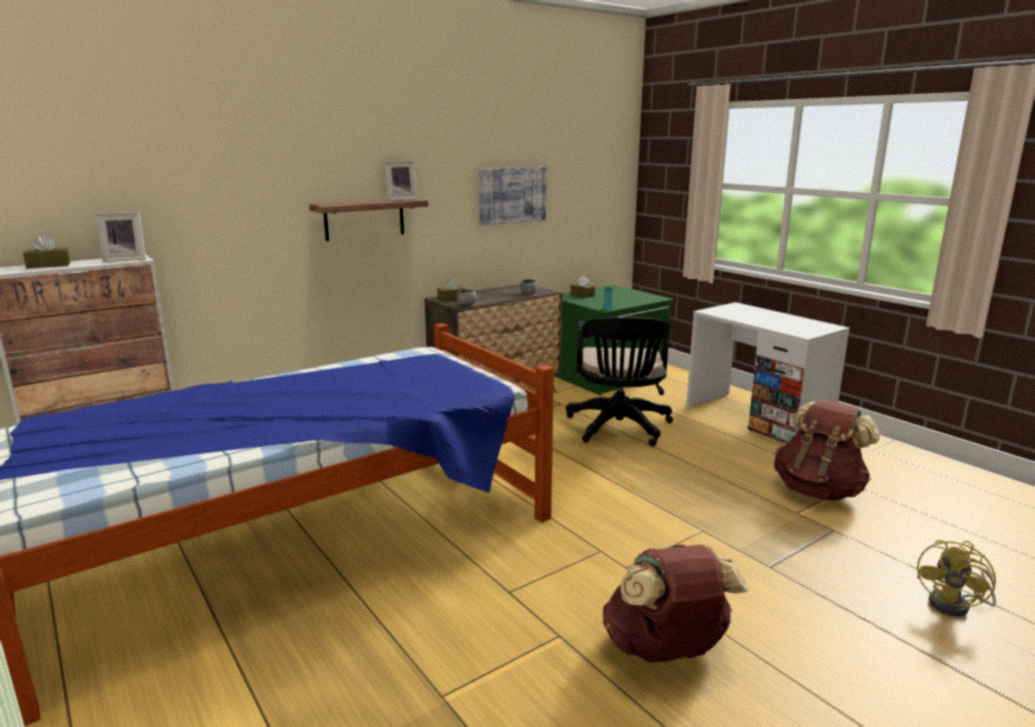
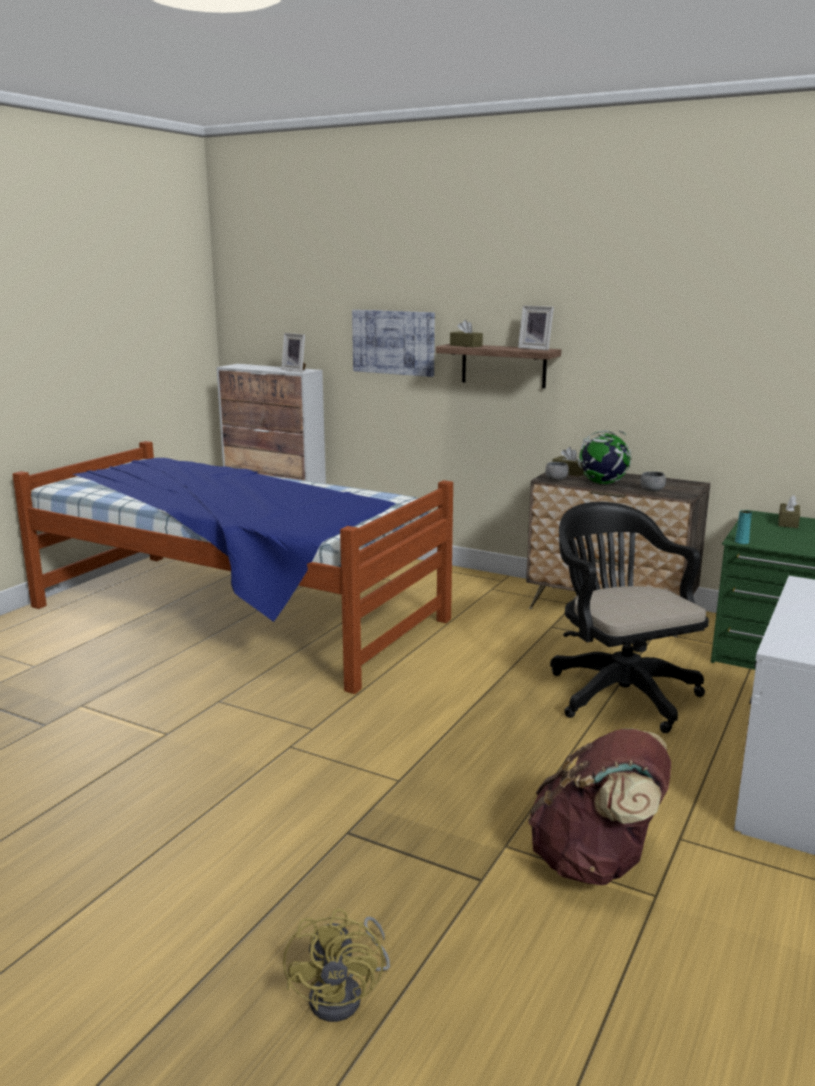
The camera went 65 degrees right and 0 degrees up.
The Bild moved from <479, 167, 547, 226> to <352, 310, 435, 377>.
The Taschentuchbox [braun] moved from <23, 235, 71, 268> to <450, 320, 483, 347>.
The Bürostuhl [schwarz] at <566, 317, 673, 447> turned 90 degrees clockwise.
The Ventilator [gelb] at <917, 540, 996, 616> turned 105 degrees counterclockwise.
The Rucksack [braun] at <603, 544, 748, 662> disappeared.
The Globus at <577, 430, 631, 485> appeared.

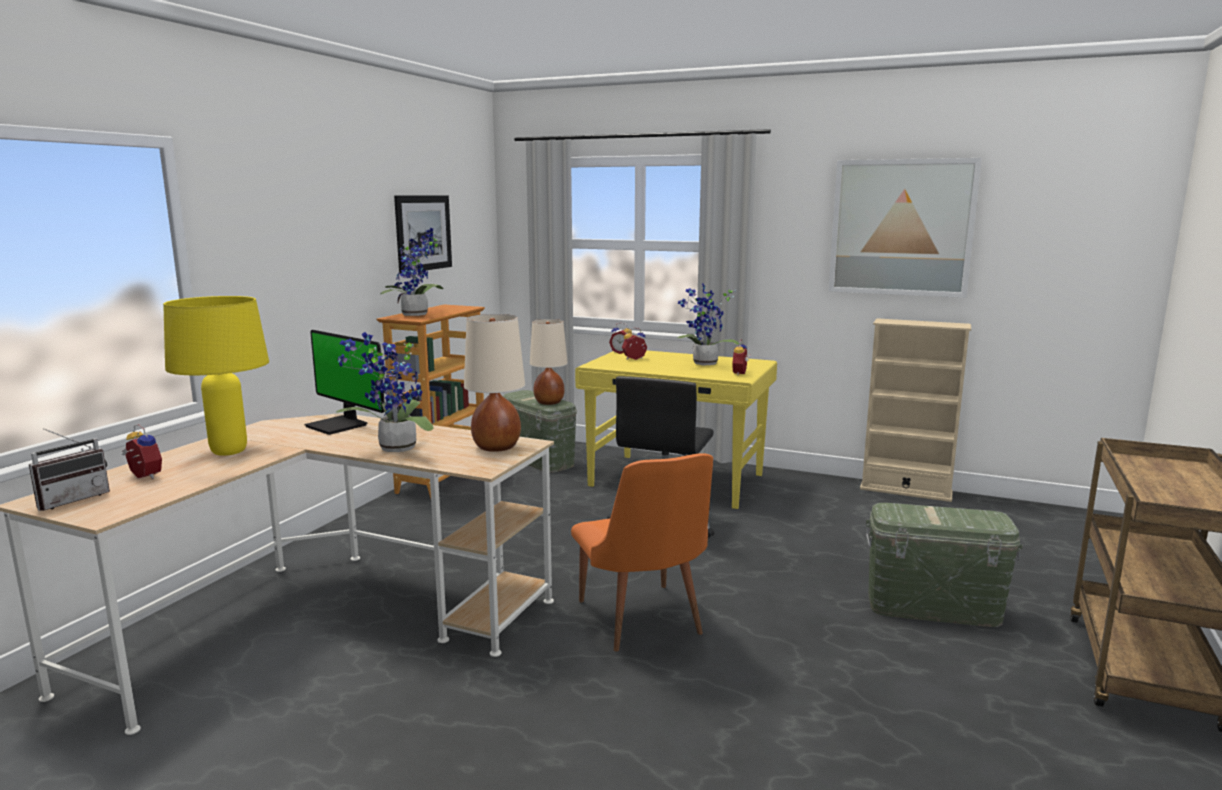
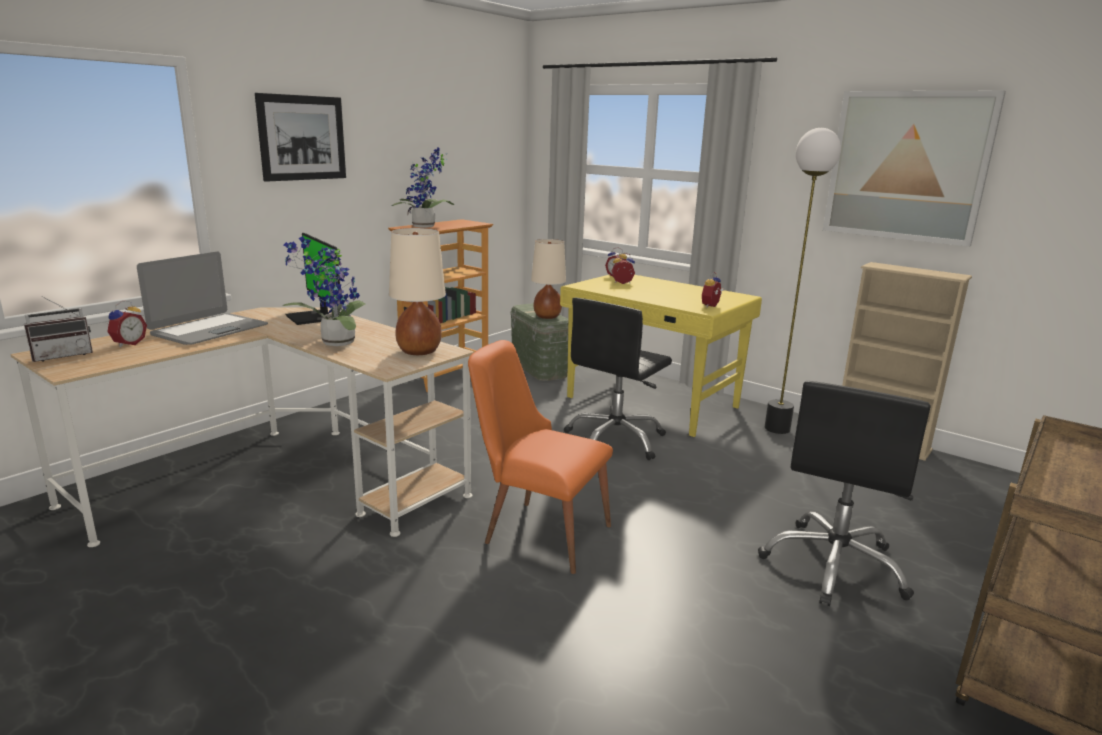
The camera went 15 degrees right and 5 degrees up.
The Bild moved from <394, 195, 452, 274> to <255, 93, 346, 182>.
The Topfpflanze at <677, 284, 741, 366> disappeared.
The Tischlampe [gelb] at <163, 296, 269, 456> was replaced by the Laptop at <137, 252, 268, 345>.
The Wecker at <122, 424, 162, 479> turned 60 degrees clockwise.
The Stuhl [orange] at <571, 453, 713, 652> turned 120 degrees clockwise.
The Aufbewahrungsbox [grün] at <866, 503, 1023, 627> was replaced by the Bürostuhl [schwarz] at <758, 381, 930, 606>.
The Stehlampe at <765, 128, 841, 434> appeared.

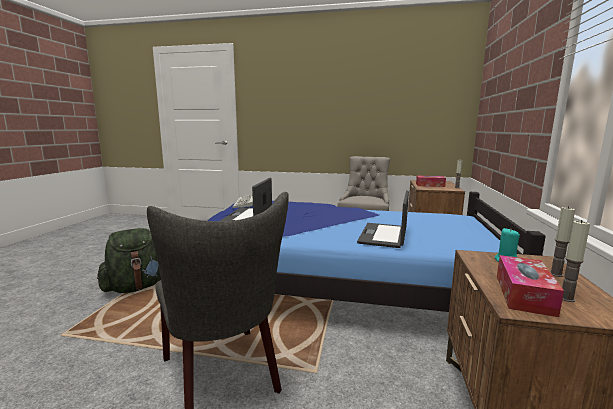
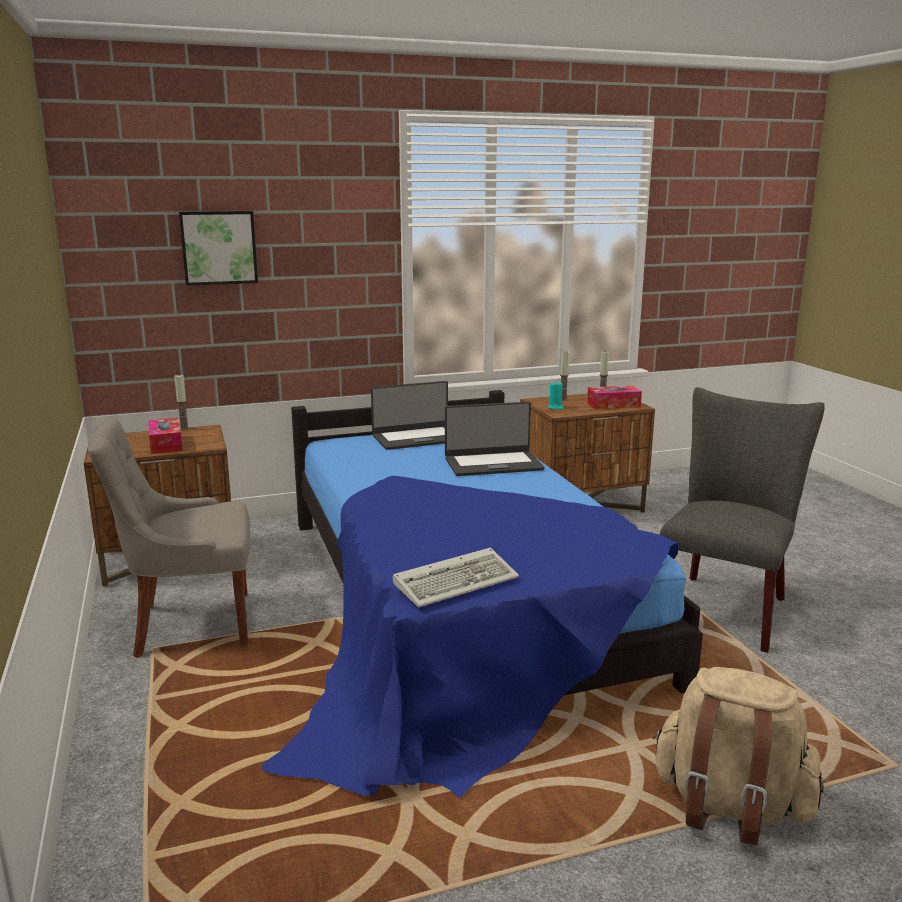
The camera went 120 degrees left and 5 degrees up.
The Laptop moved from <220, 178, 272, 221> to <371, 381, 448, 450>.
The Rucksack [grün] at <97, 228, 161, 293> became the Rucksack [beige] at <653, 667, 824, 846>.
The Bild at <179, 211, 258, 286> appeared.

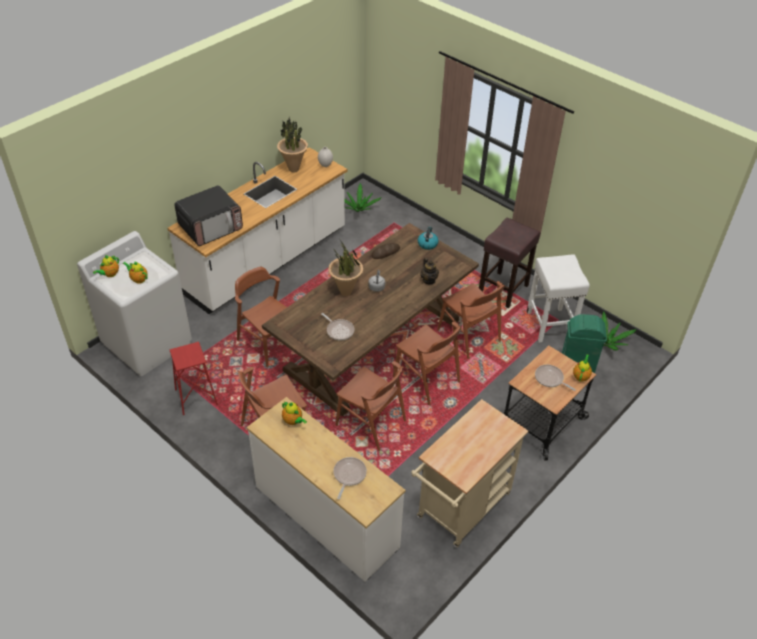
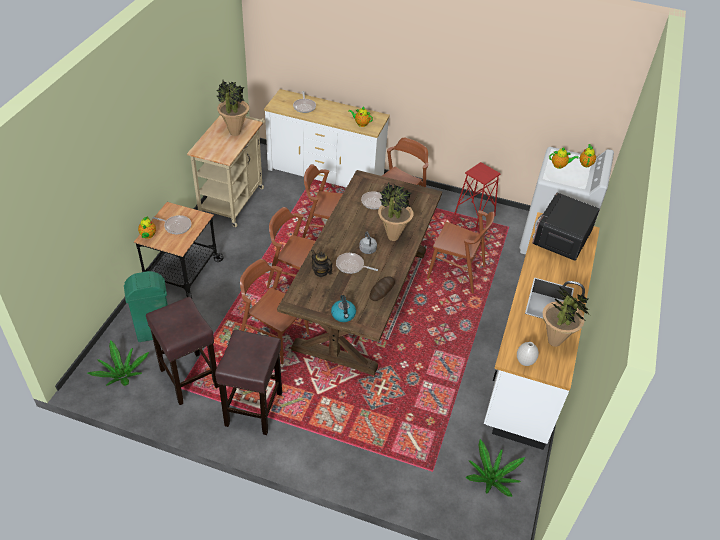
The camera went 155 degrees right and 0 degrees up.
The Hocker [weiß] at <527, 254, 590, 343> became the Hocker [braun] at <146, 297, 219, 405>.
The Topfpflanze at <216, 80, 249, 136> appeared.
The Pfanne at <336, 253, 378, 274> appeared.

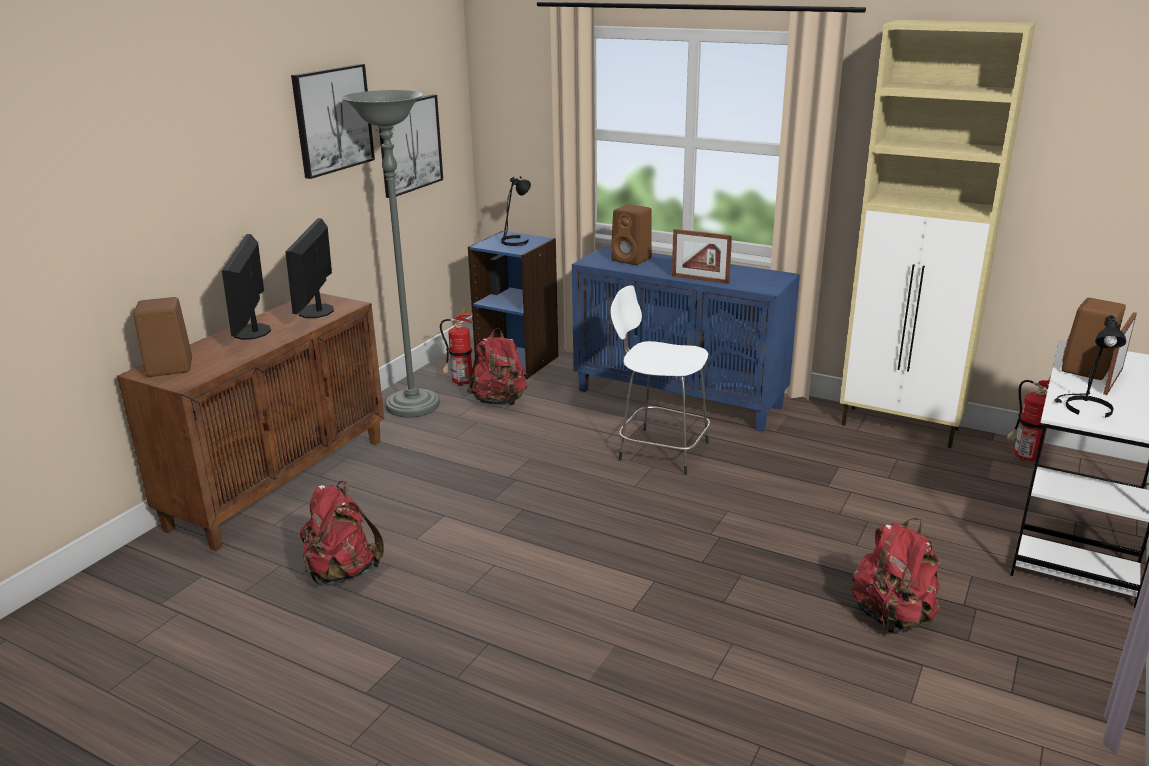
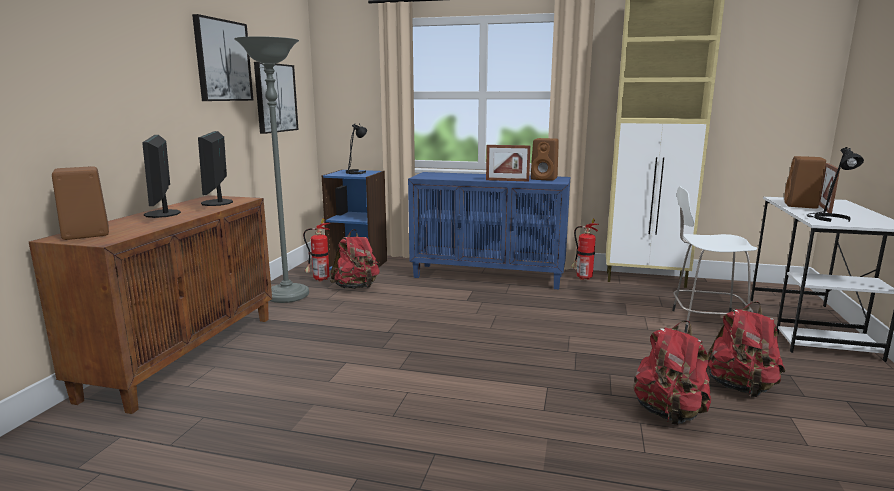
The camera went 15 degrees left and 10 degrees down.
The Lautsprecher [braun] moved from <611, 204, 652, 265> to <531, 138, 559, 181>.
The Hocker [weiß] moved from <610, 285, 711, 475> to <672, 186, 758, 333>.
The Feuerlöscher moved from <1007, 376, 1051, 462> to <571, 218, 599, 280>.
The Rucksack [rot] moved from <300, 481, 384, 585> to <633, 321, 711, 425>.

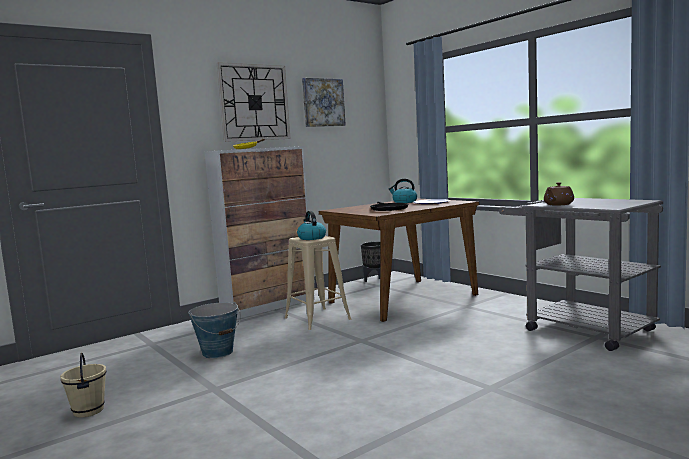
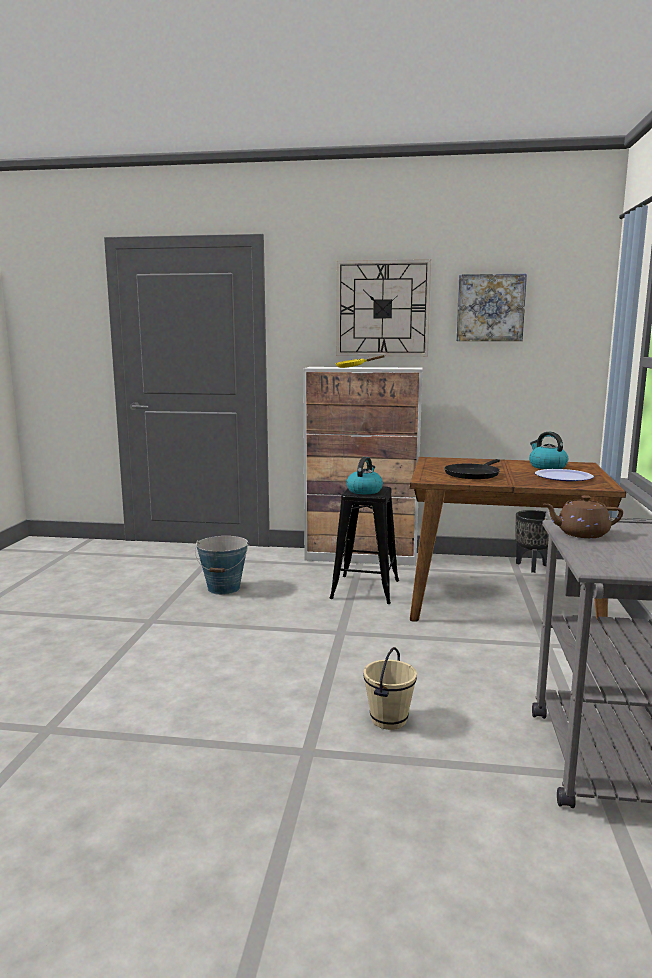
The camera went 45 degrees right and 5 degrees up.
The Hocker [beige] at <285, 236, 351, 330> became the Hocker [schwarz] at <330, 486, 399, 604>.
The Eimer [beige] moved from <60, 353, 106, 418> to <363, 647, 417, 730>.

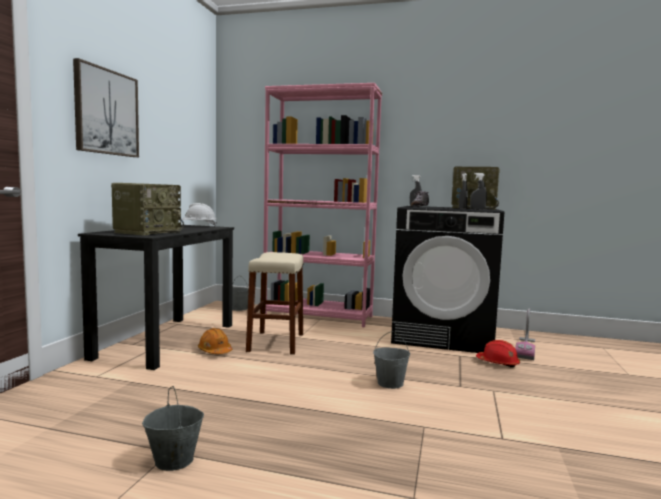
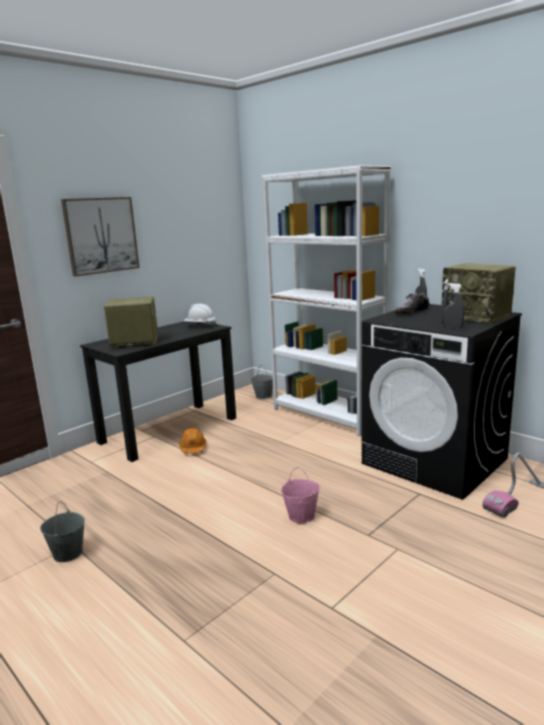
The camera went 30 degrees right and 10 degrees up.
The Bücherregal [rosa] at <263, 83, 382, 327> became the Bücherregal [weiß] at <262, 165, 391, 437>.
The Radio at <111, 183, 184, 235> turned 150 degrees counterclockwise.
The Hocker [beige] at <246, 252, 304, 355> disappeared.
The Eimer [grau] at <373, 331, 410, 389> became the Eimer [rosa] at <281, 467, 320, 523>.
The Schutzhelm [rot] at <476, 340, 520, 368> disappeared.

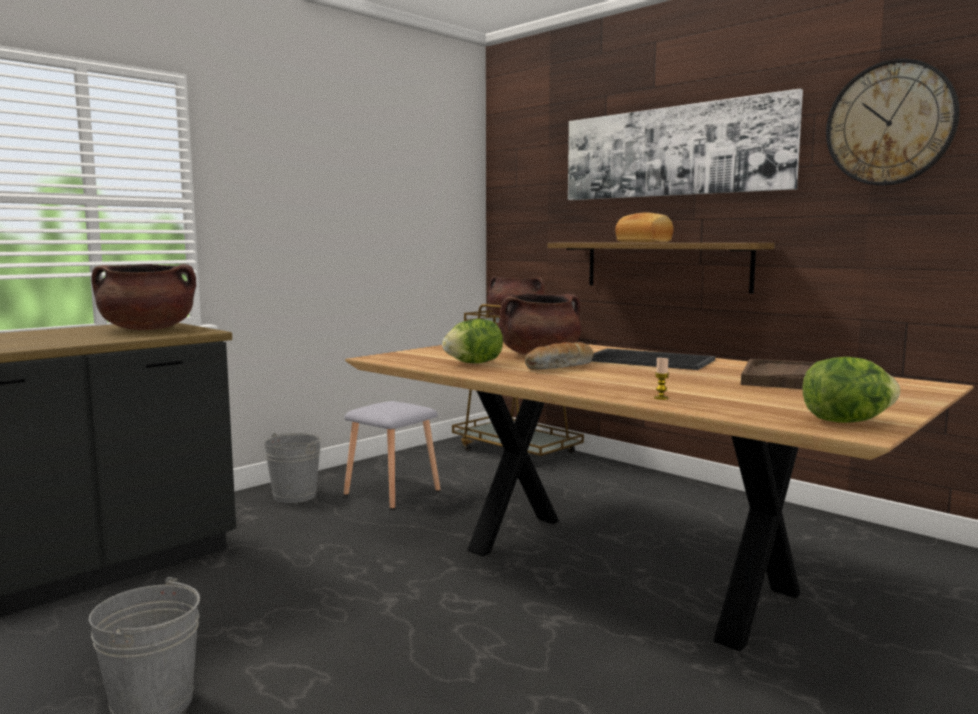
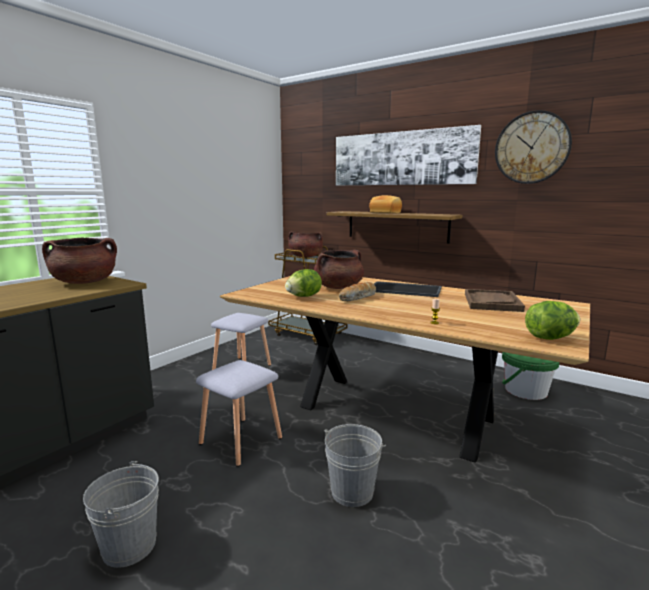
The camera went 10 degrees left and 5 degrees up.
The Eimer [grau] moved from <264, 432, 321, 503> to <325, 424, 386, 507>.
The Eimer [grün] at <502, 352, 560, 400> appeared.
The Hocker [grau] at <196, 360, 282, 467> appeared.

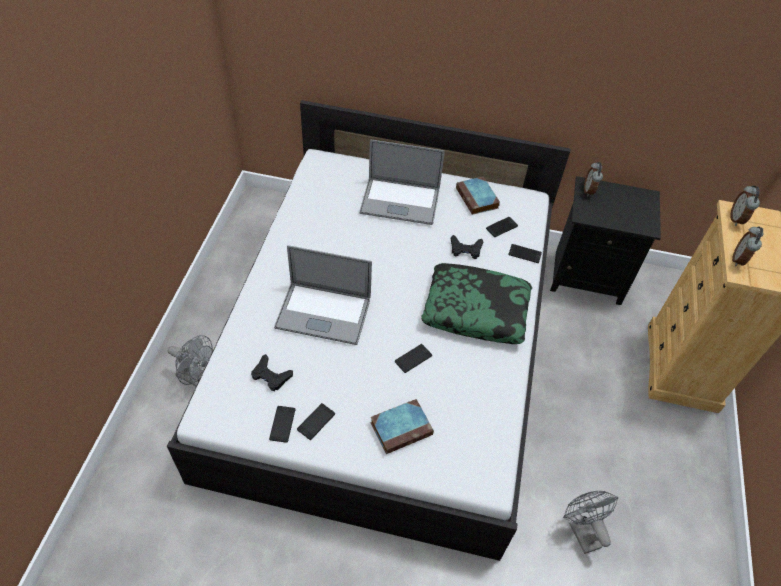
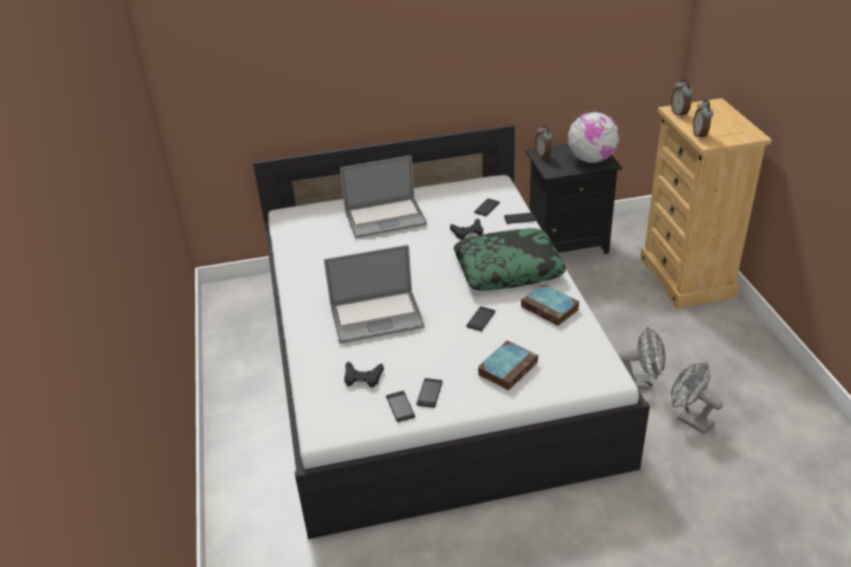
The camera went 20 degrees left and 15 degrees down.
The Buch moved from <456, 177, 500, 215> to <521, 284, 579, 326>.
The Ventilator [grau] moved from <168, 335, 213, 386> to <617, 327, 666, 389>.
The Globus at <568, 112, 619, 163> appeared.

